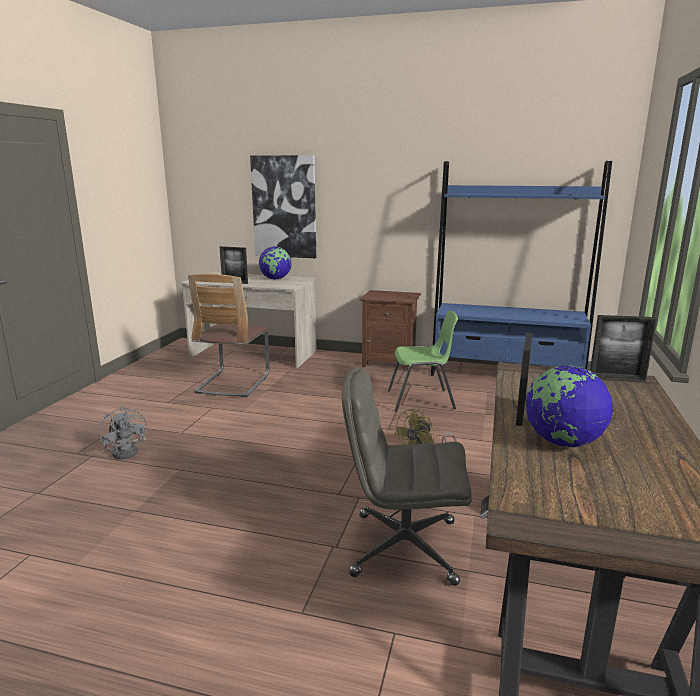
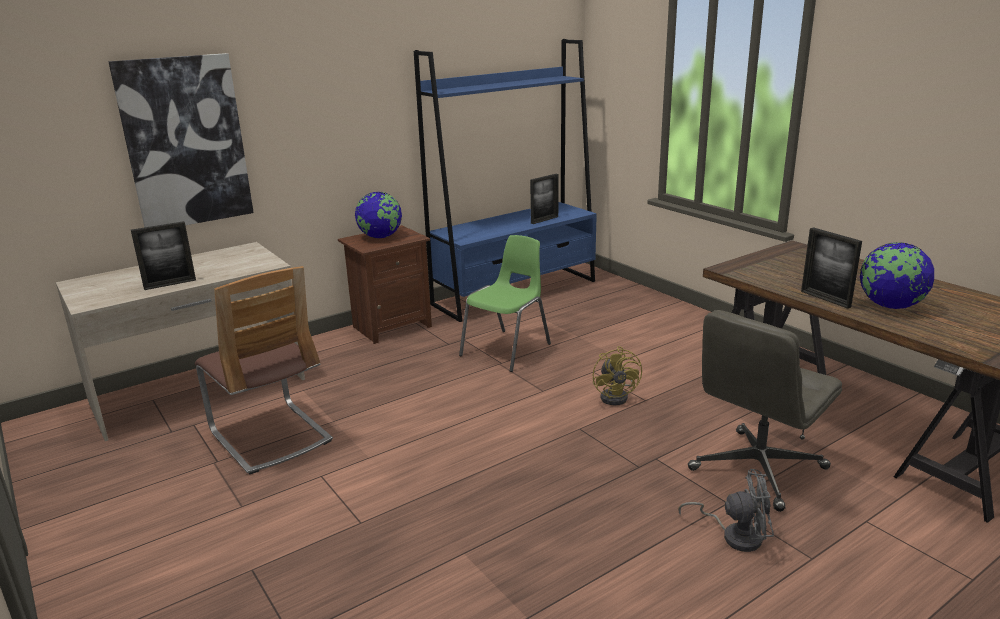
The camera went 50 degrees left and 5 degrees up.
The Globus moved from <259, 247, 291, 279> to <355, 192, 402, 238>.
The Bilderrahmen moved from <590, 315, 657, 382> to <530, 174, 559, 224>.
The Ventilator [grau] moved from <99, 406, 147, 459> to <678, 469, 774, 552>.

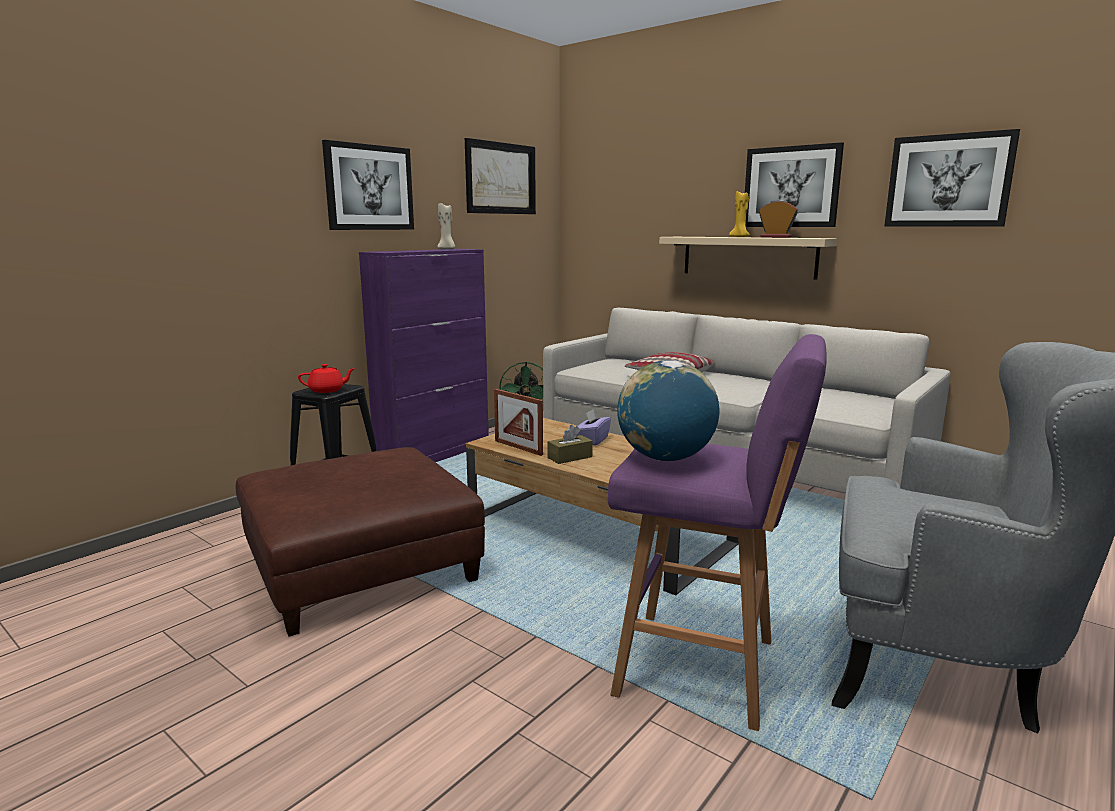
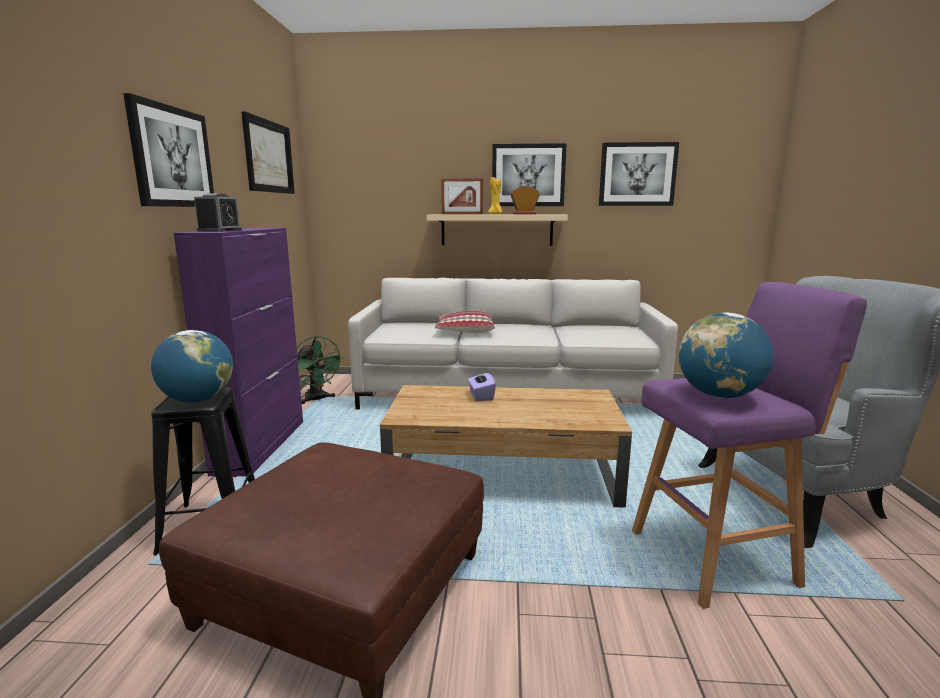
The camera went 35 degrees left and 0 degrees up.
The Kerze [beige] at <437, 203, 455, 249> disappeared.
The Teekanne [rot] at <298, 364, 356, 393> was replaced by the Globus at <151, 330, 233, 403>.
The Bilderrahmen moved from <494, 389, 543, 456> to <441, 178, 483, 214>.
The Taschentuchbox [braun] at <547, 425, 593, 464> disappeared.
The Wecker at <194, 193, 242, 232> appeared.

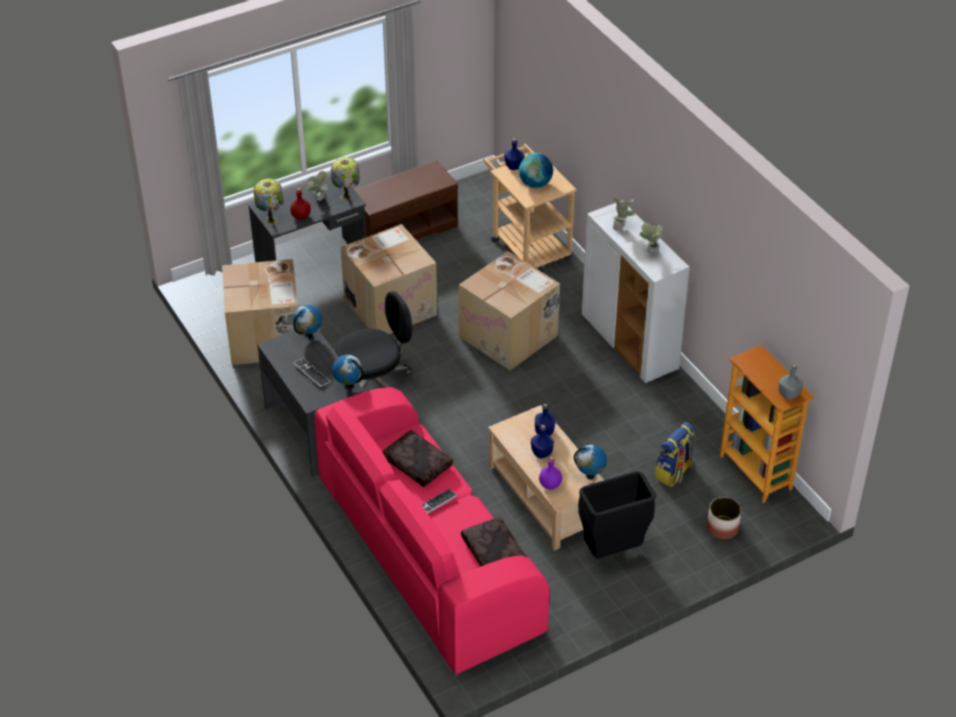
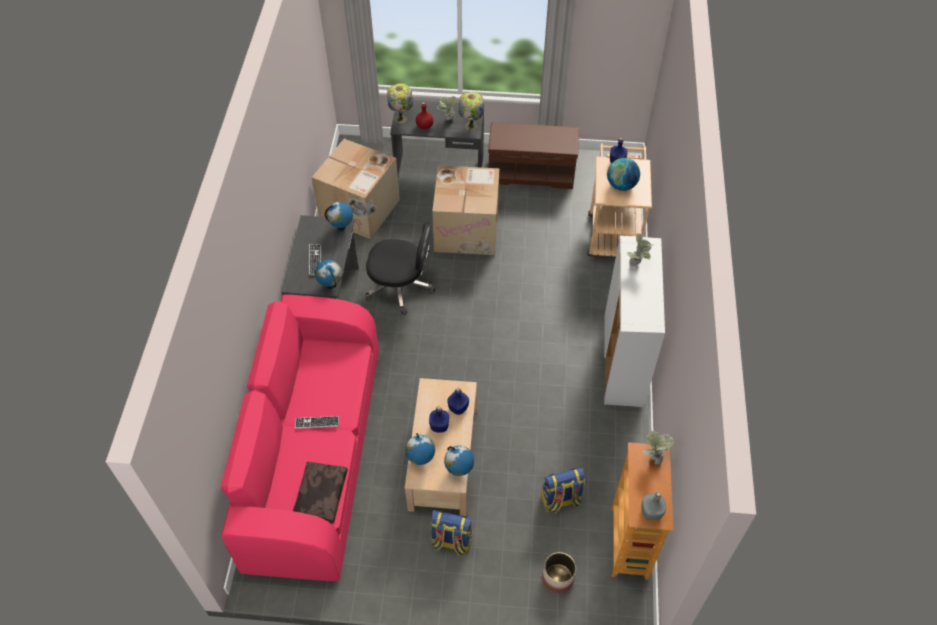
The camera went 35 degrees right and 10 degrees up.
The Topfpflanze moved from <639, 223, 662, 256> to <642, 431, 674, 465>.
The Karton at <459, 251, 560, 370> disappeared.
The Kissen [braun] at <382, 430, 453, 487> disappeared.
The Flasche [lila] at <539, 457, 562, 490> was replaced by the Globus at <405, 433, 435, 465>.
The Mülleimer [schwarz] at <578, 471, 656, 558> was replaced by the Rucksack at <430, 510, 473, 556>.

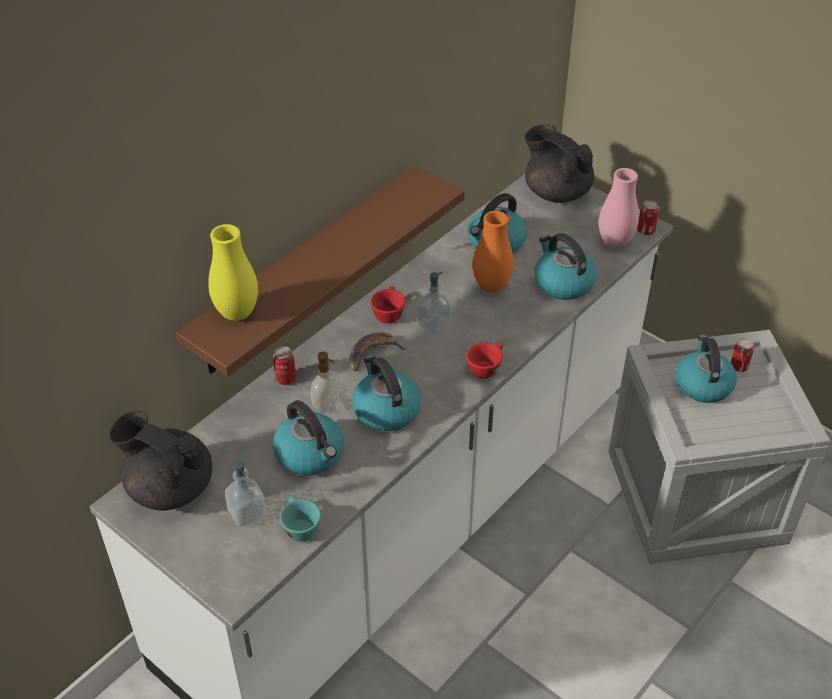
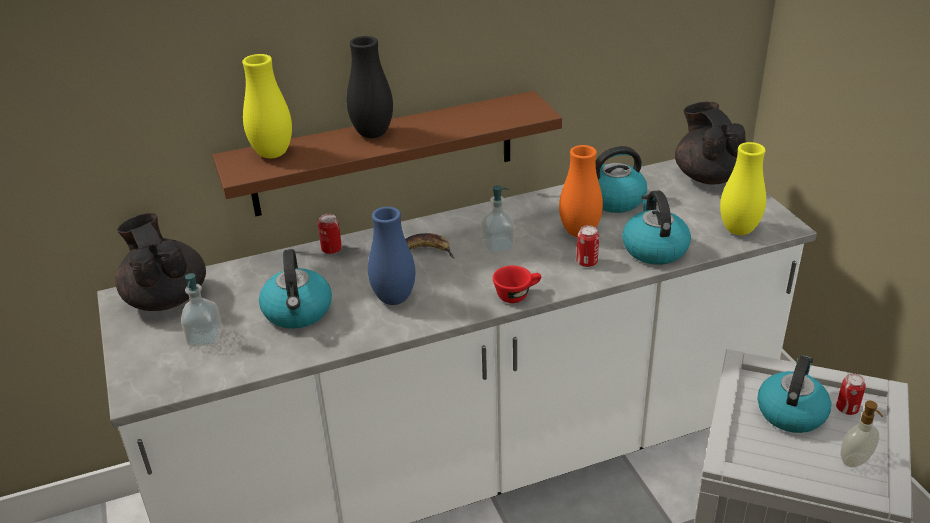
The camera went 30 degrees right and 10 degrees down.
The Vase [rosa] at <599, 168, 639, 248> became the Vase [gelb] at <720, 142, 766, 235>.
The Dose moved from <637, 200, 659, 235> to <576, 225, 599, 267>.
The Tasse [rot] at <371, 286, 405, 324> disappeared.
The Seifenspender moved from <310, 352, 341, 413> to <840, 401, 883, 468>.
The Wasserkessel at <352, 355, 421, 431> was replaced by the Vase [blau] at <368, 207, 415, 305>.
The Tasse [türkis] at <280, 495, 321, 542> disappeared.
The Vase [schwarz] at <347, 36, 393, 138> appeared.

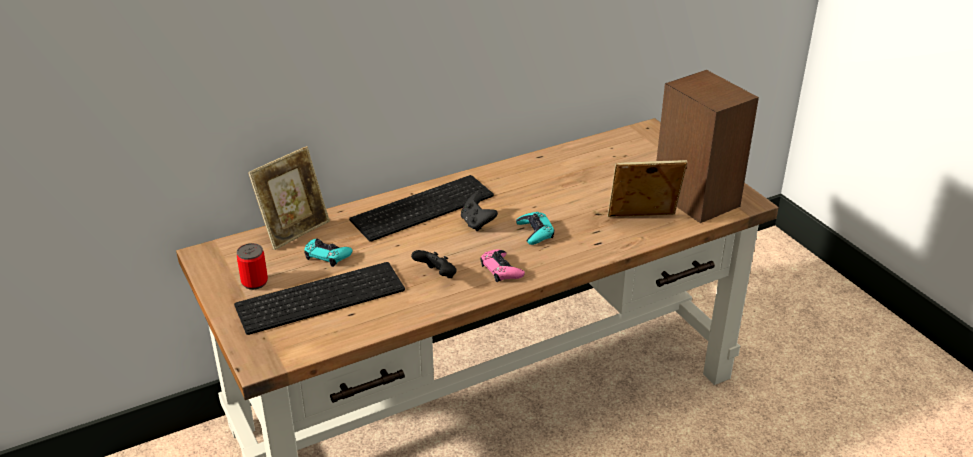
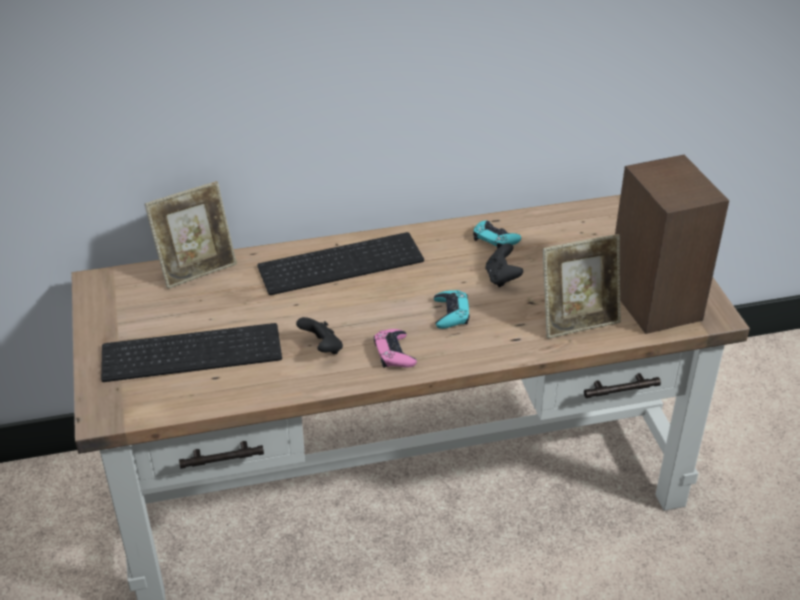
The camera went 15 degrees right and 5 degrees up.
The Bilderrahmen at <607, 160, 687, 217> turned 150 degrees clockwise.
The Gamepad [schwarz] moved from <461, 192, 498, 231> to <485, 243, 523, 288>.
The Gamepad [türkis] moved from <304, 239, 352, 267> to <473, 221, 521, 249>.
The Dose at <237, 243, 268, 290> disappeared.

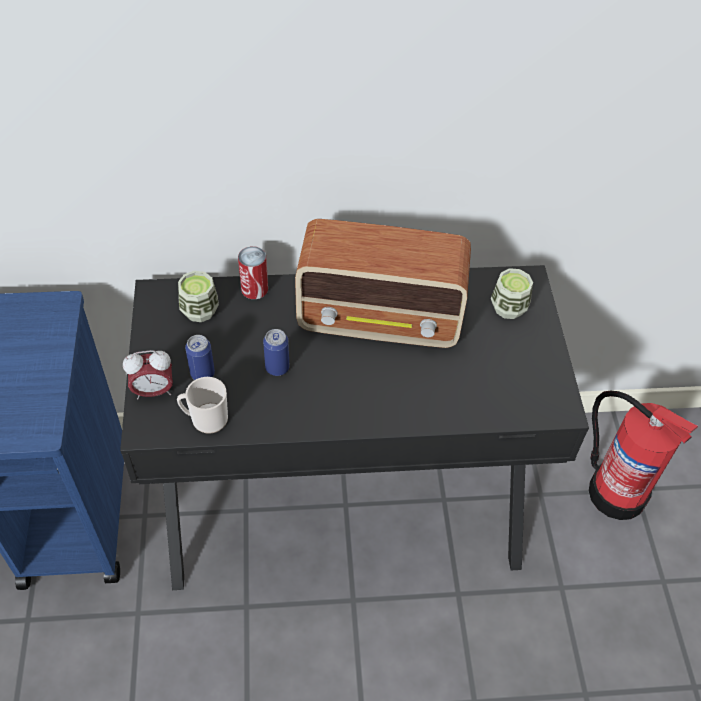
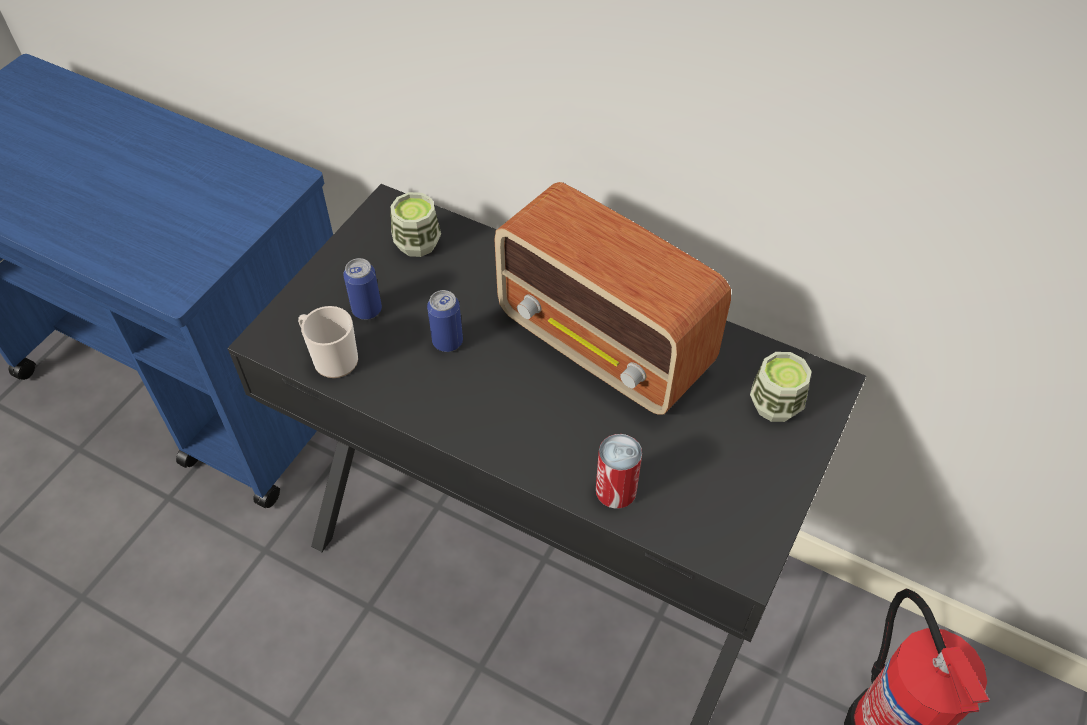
The camera went 35 degrees right and 0 degrees up.
The Dose moved from <238, 246, 268, 299> to <596, 434, 642, 509>.
The Wecker at <123, 350, 173, 400> disappeared.

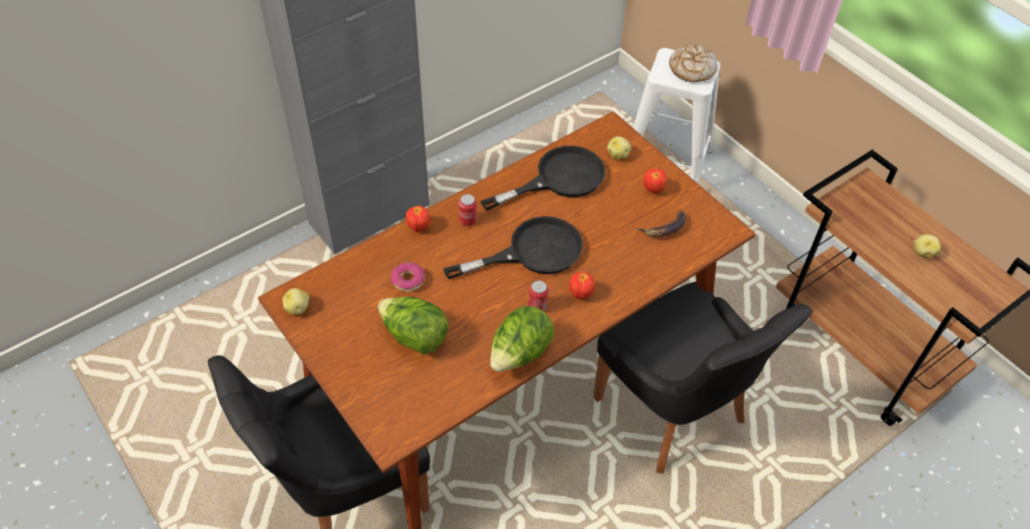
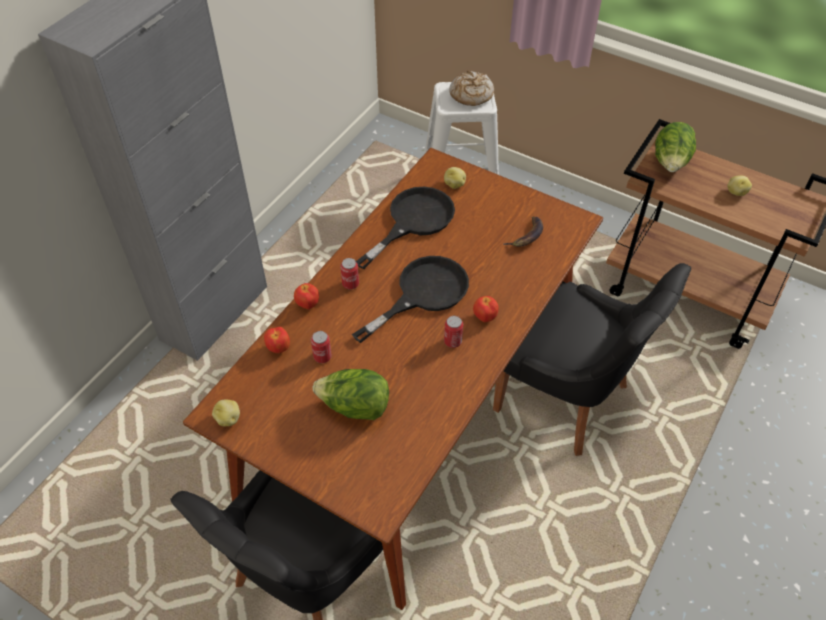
The camera went 20 degrees left and 0 degrees up.
The Apfel moved from <644, 169, 667, 193> to <264, 327, 290, 353>.
The Donut at <391, 262, 425, 292> was replaced by the Dose at <311, 331, 332, 363>.
The Salatkopf moved from <490, 306, 554, 372> to <655, 122, 696, 172>.

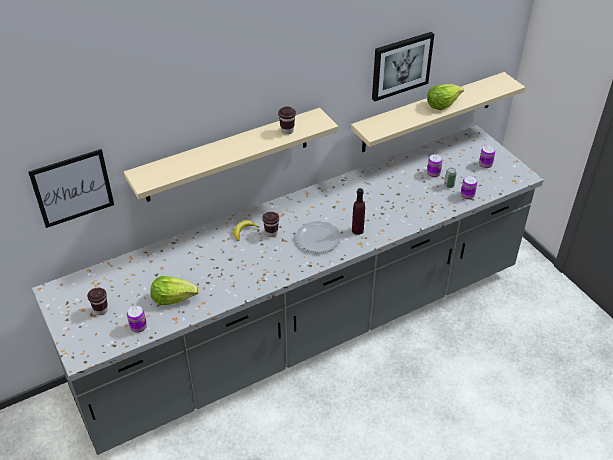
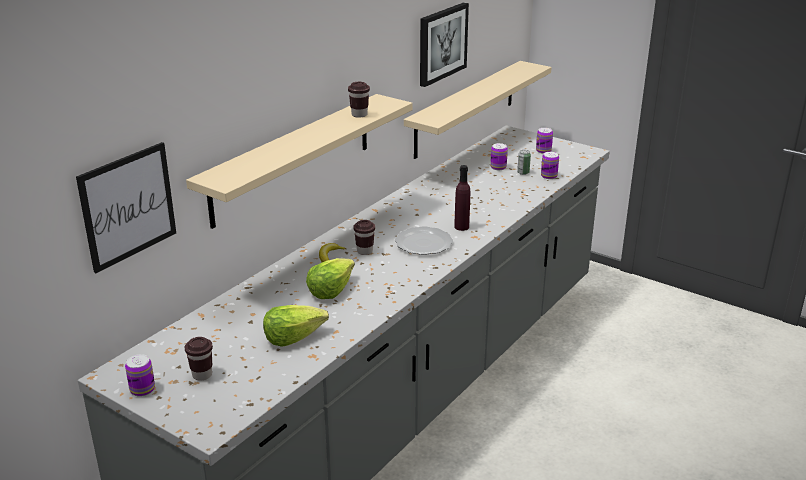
The camera went 25 degrees left and 15 degrees down.
The Salatkopf moved from <427, 84, 464, 110> to <306, 258, 355, 299>.
The Dose moved from <127, 306, 147, 333> to <125, 354, 155, 397>.

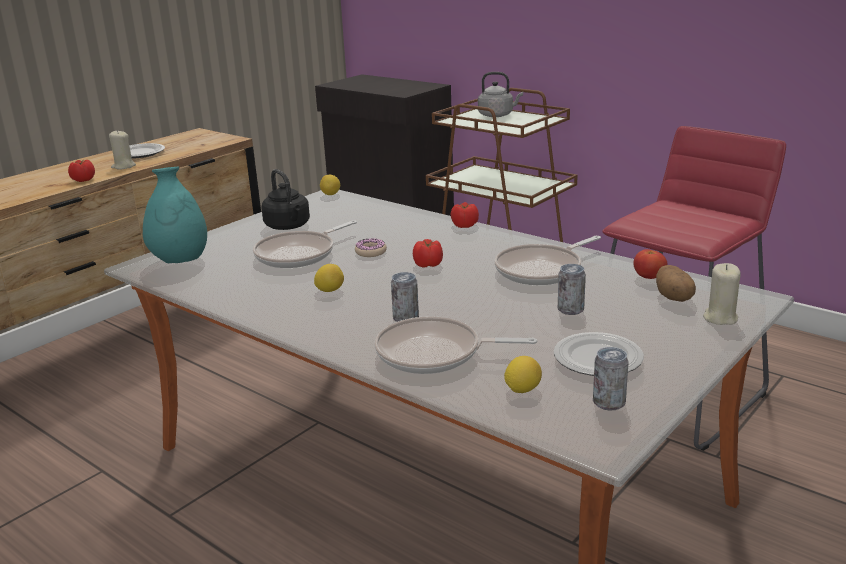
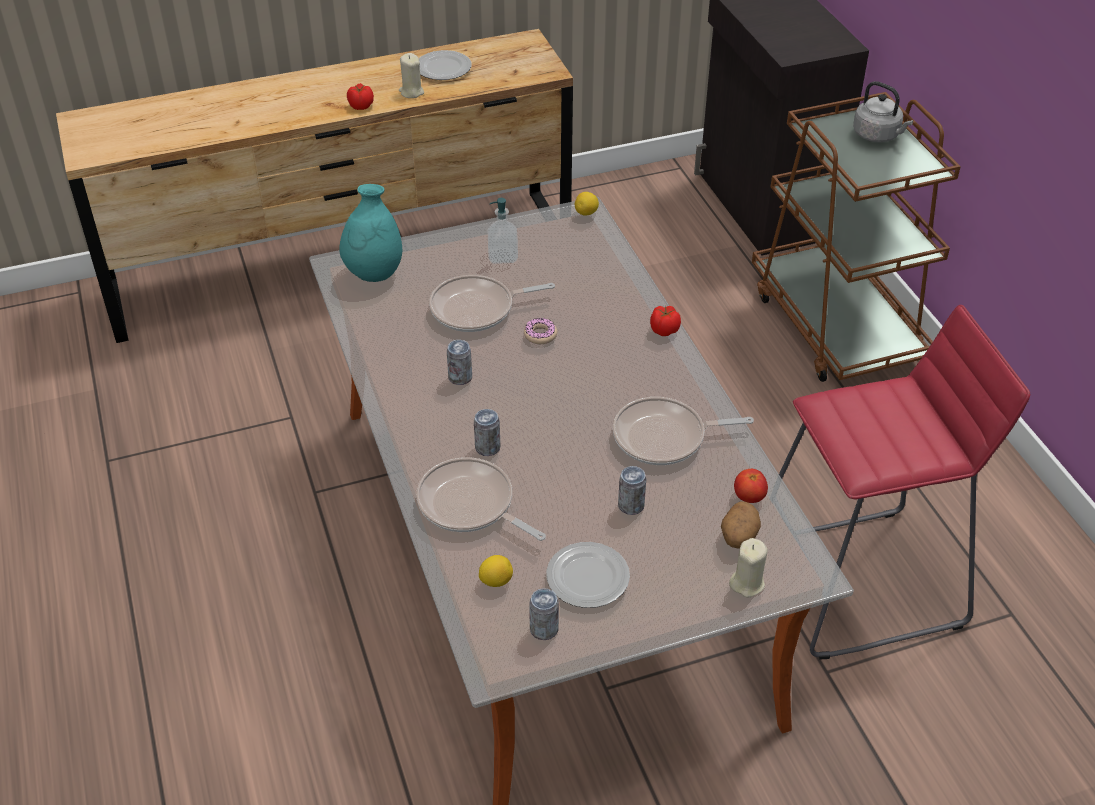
The camera went 30 degrees right and 20 degrees up.
The Wasserkessel [schwarz] at <262, 169, 310, 230> was replaced by the Seifenspender at <487, 198, 518, 264>.
The Tomate at <413, 239, 443, 268> disappeared.
The Zitrone at <314, 264, 344, 292> was replaced by the Dose at <447, 340, 472, 385>.

